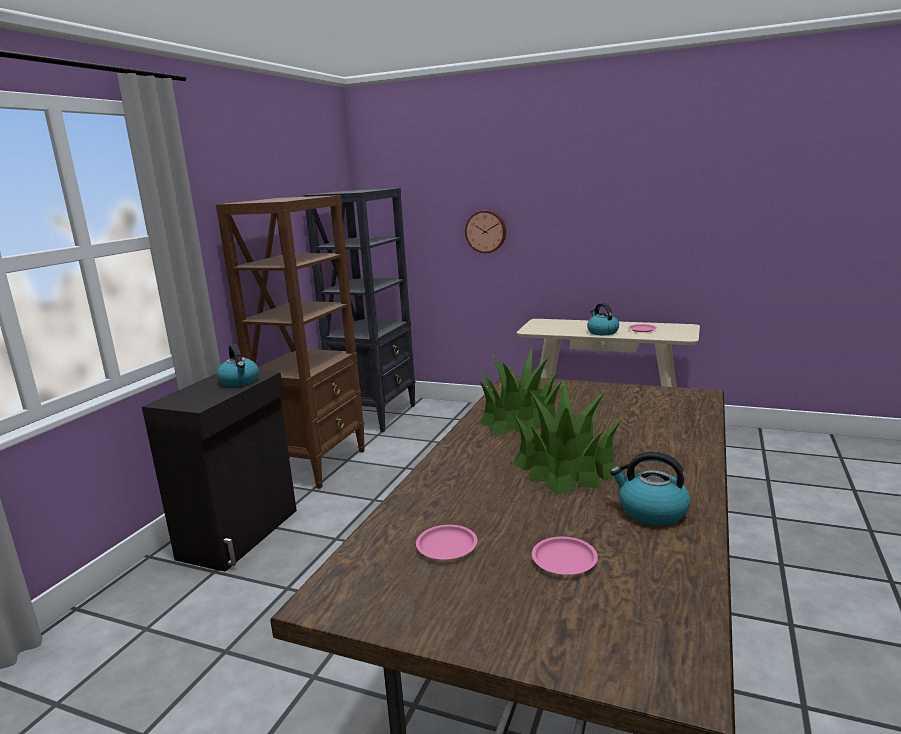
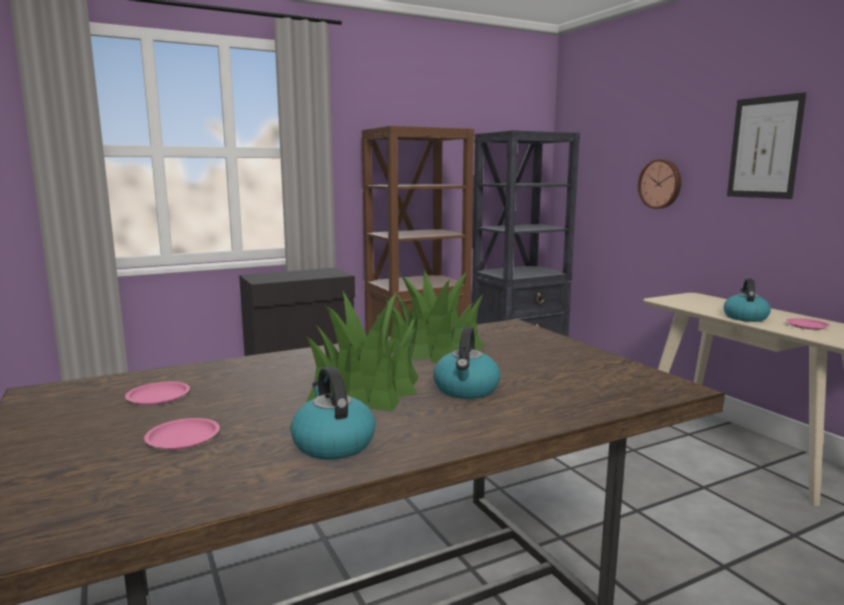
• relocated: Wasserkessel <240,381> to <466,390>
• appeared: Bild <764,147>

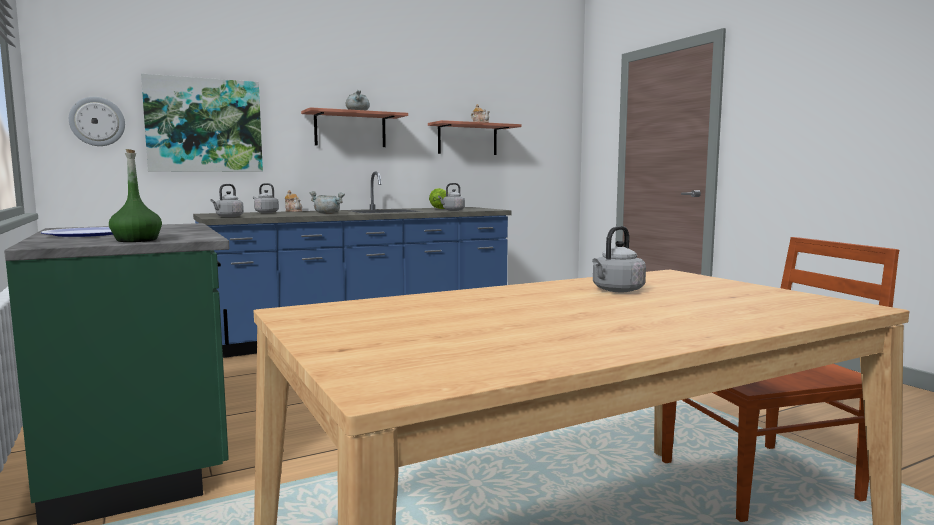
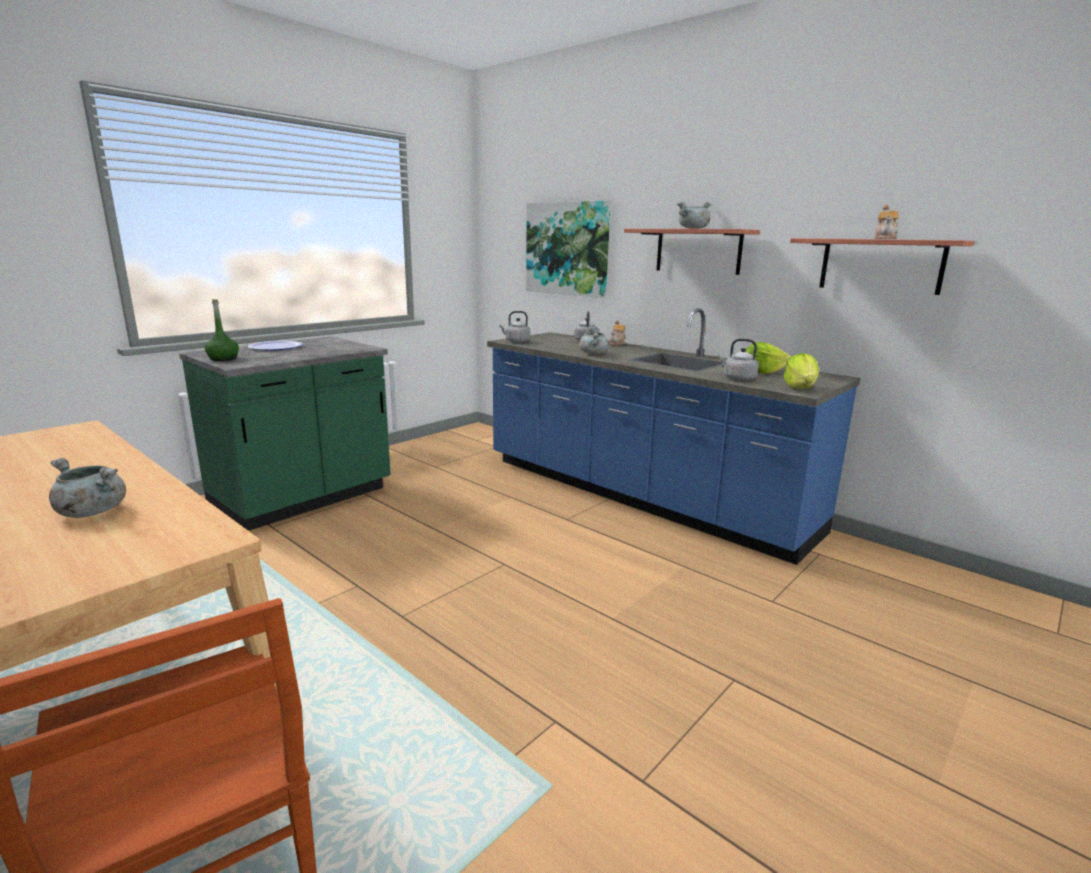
• missing: Wanduhr <97,121>
• exchanged: Wasserkessel [grau] <616,290> to Kochtopf [grau] <90,512>
• appeared: Salatkopf <800,388>

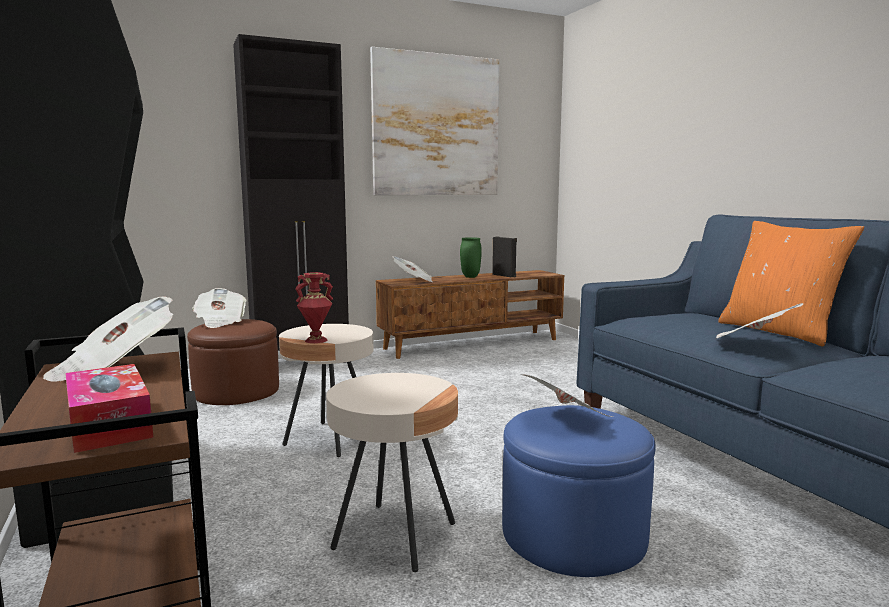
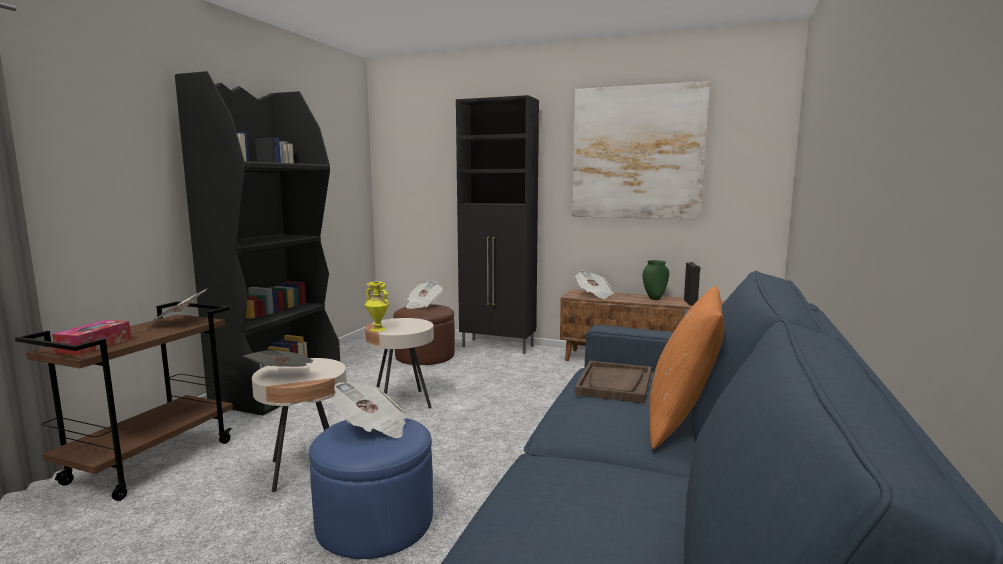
• colour: Vase [rot] <316,340> to Vase [gelb] <377,329>
• relocated: Zeitung <752,343> to <283,376>
• appeared: Tablett [braun] <614,384>

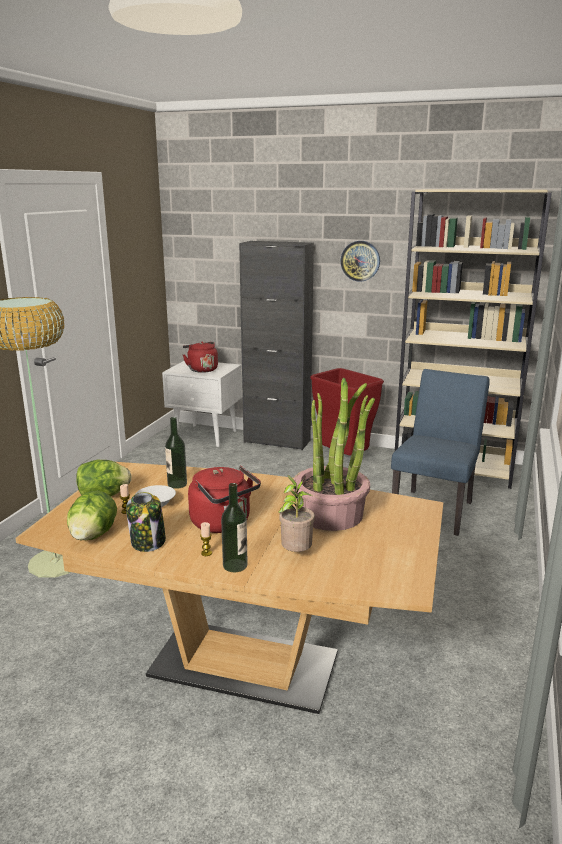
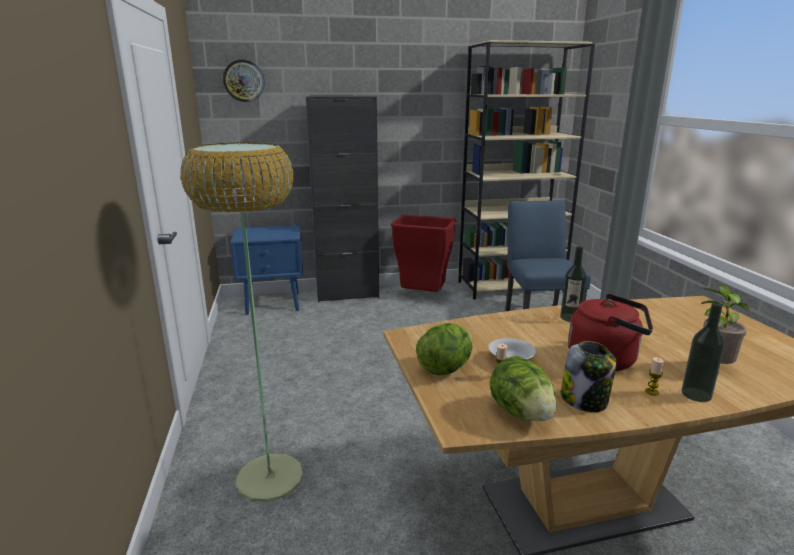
• colour: Nachttisch [weiß] <206,436> to Nachttisch [blau] <274,303>
• relocated: Flasche <177,484> to <570,318>
• missing: Wasserkessel [rot] <201,369>
• missing: Topfpflanze <331,515>
• relocated: Wanduhr <360,261> to <244,81>

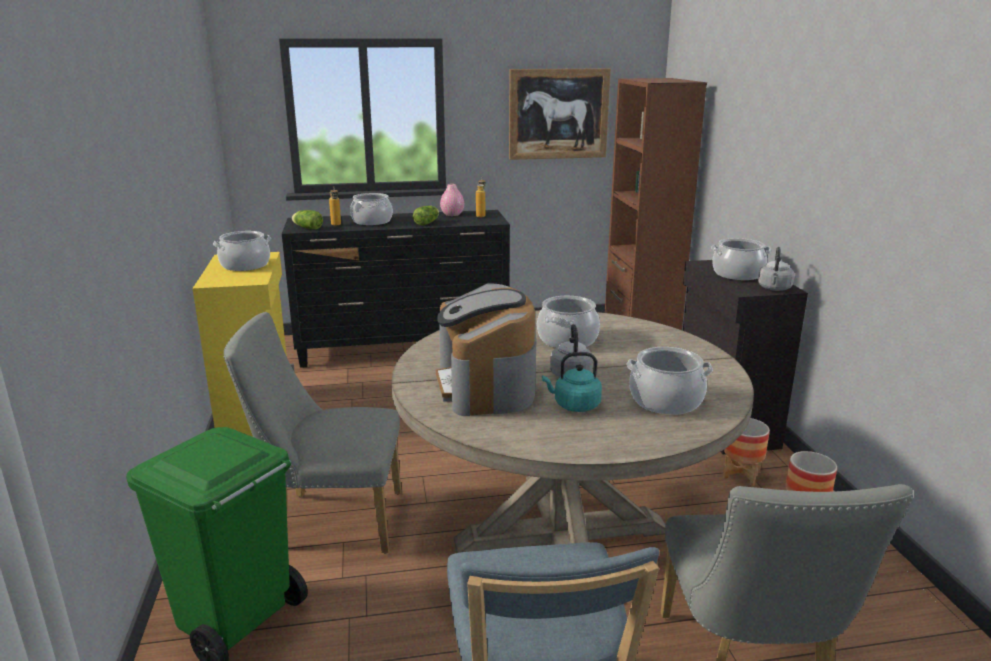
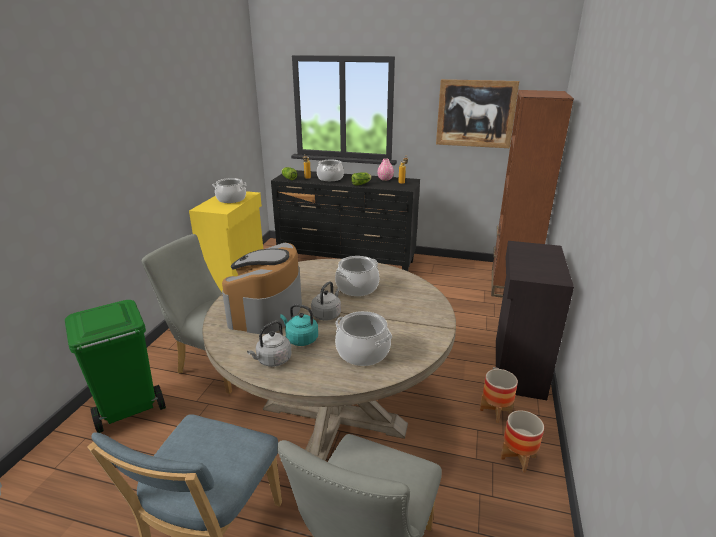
• missing: Kochtopf <737,274>
• relocated: Wasserkessel [grau] <774,289> to <272,360>

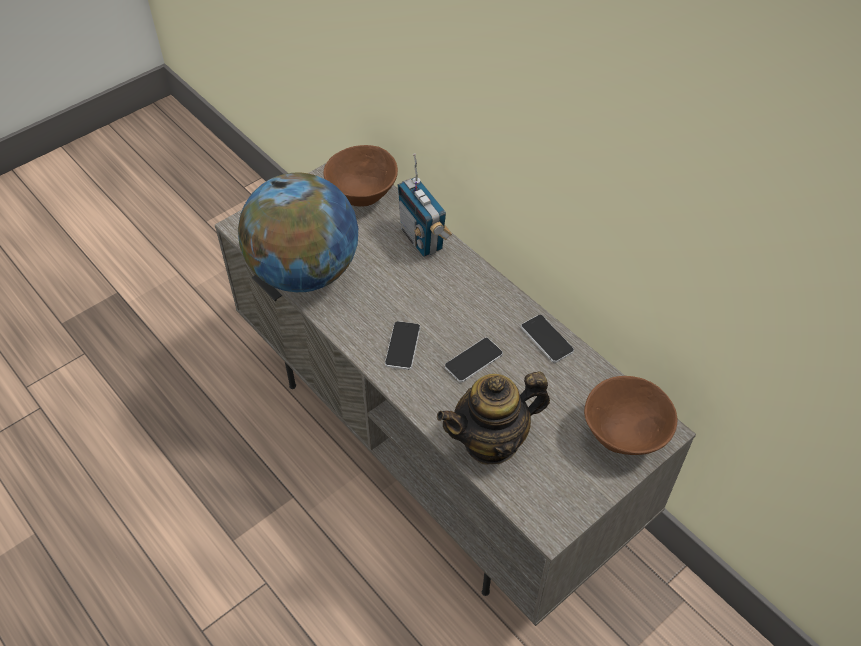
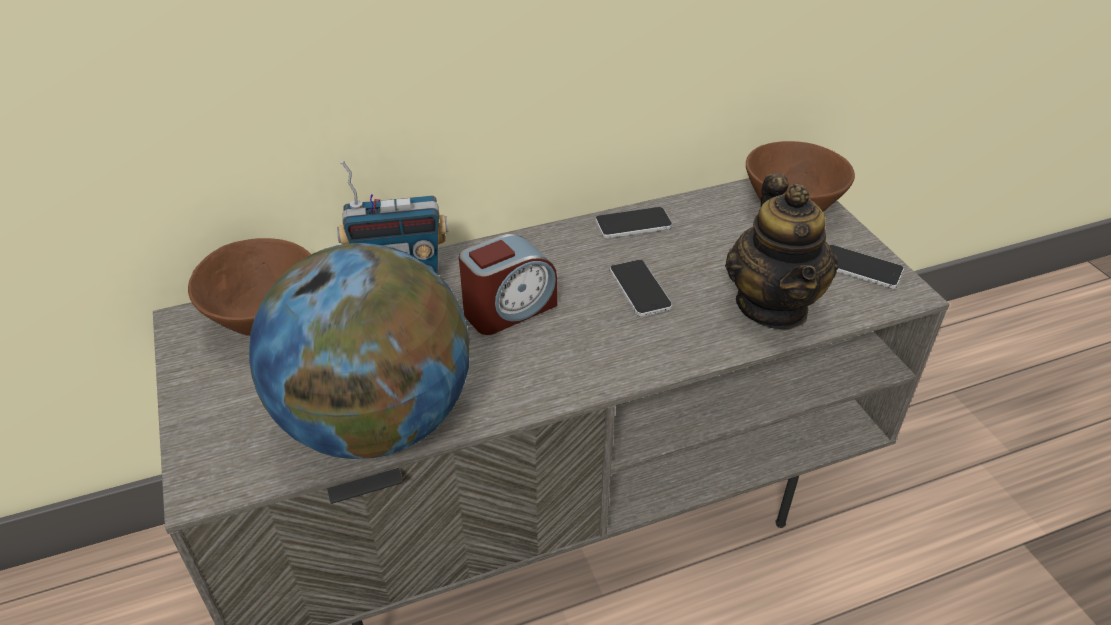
• relocated: Handy <402,346> to <860,268>
• appeared: Wecker <509,309>

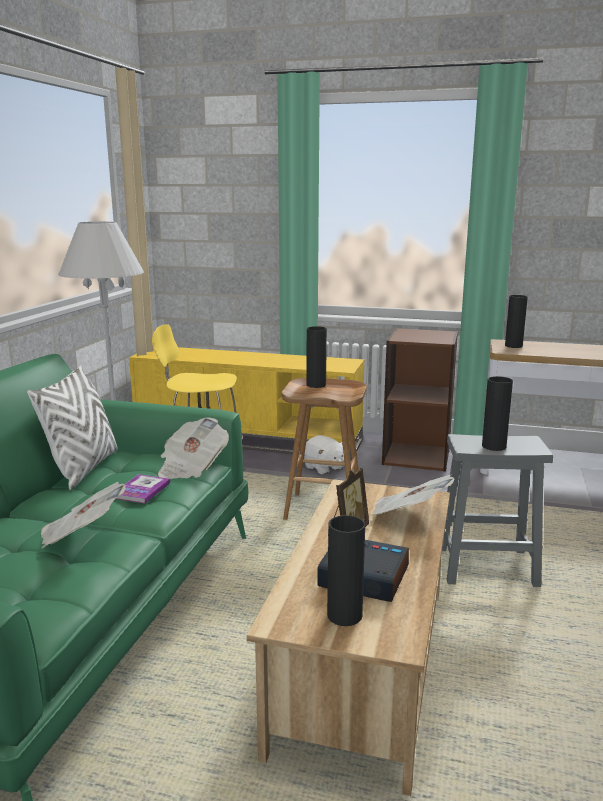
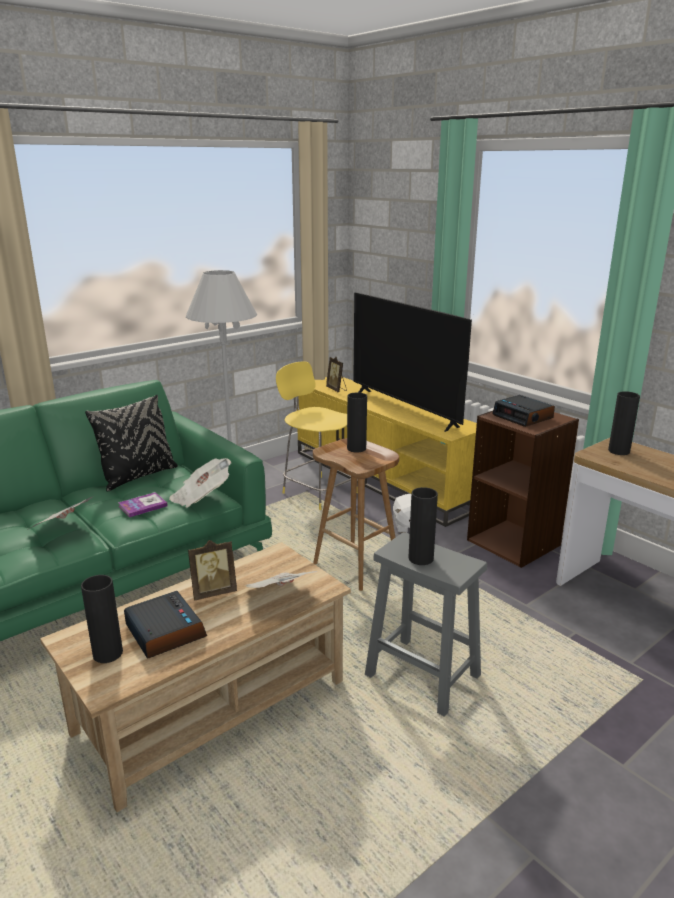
• colour: Kissen [weiß] <83,469> to Kissen [schwarz] <138,476>
• appeared: Bilderrahmen <337,389>
• appeared: Fernseher <404,409>
• appeared: Wecker <523,417>

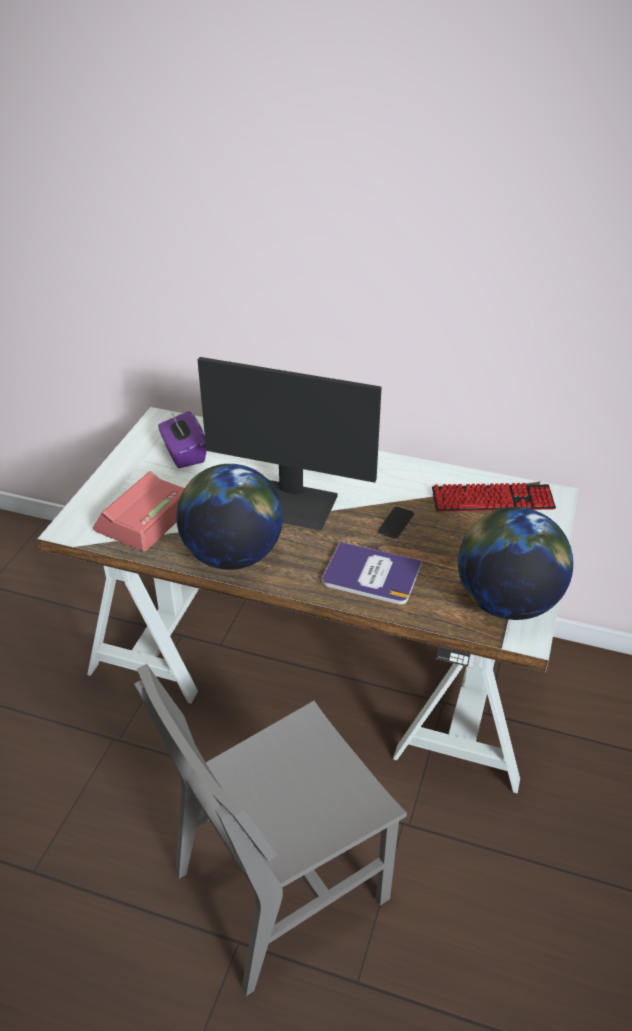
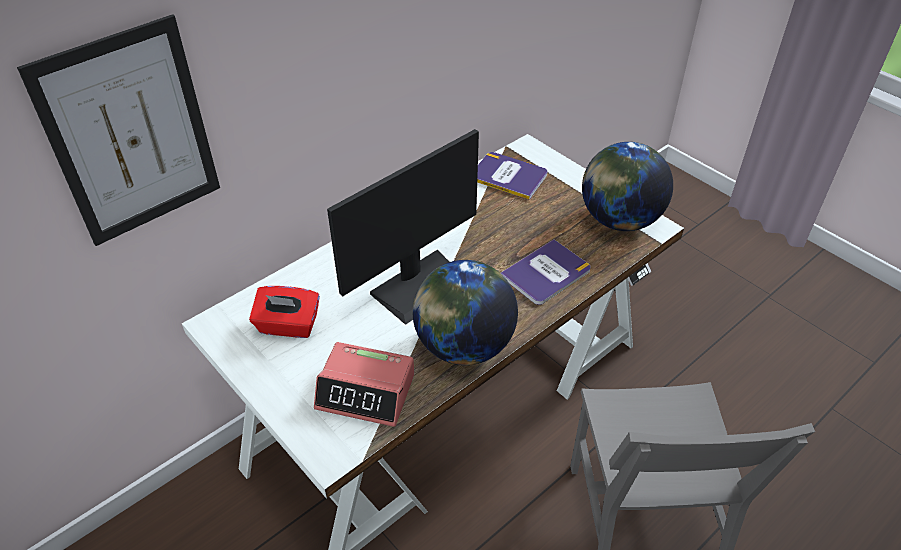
• spun: Wecker <143,520> = <366,391> 45 degrees counterclockwise
• colour: Taschentuchbox [lila] <184,454> to Taschentuchbox [rot] <288,326>
• missing: Handy <395,523>
• exchanged: Tastatur <492,500> to Buch <508,176>
• appeared: Bild <131,134>

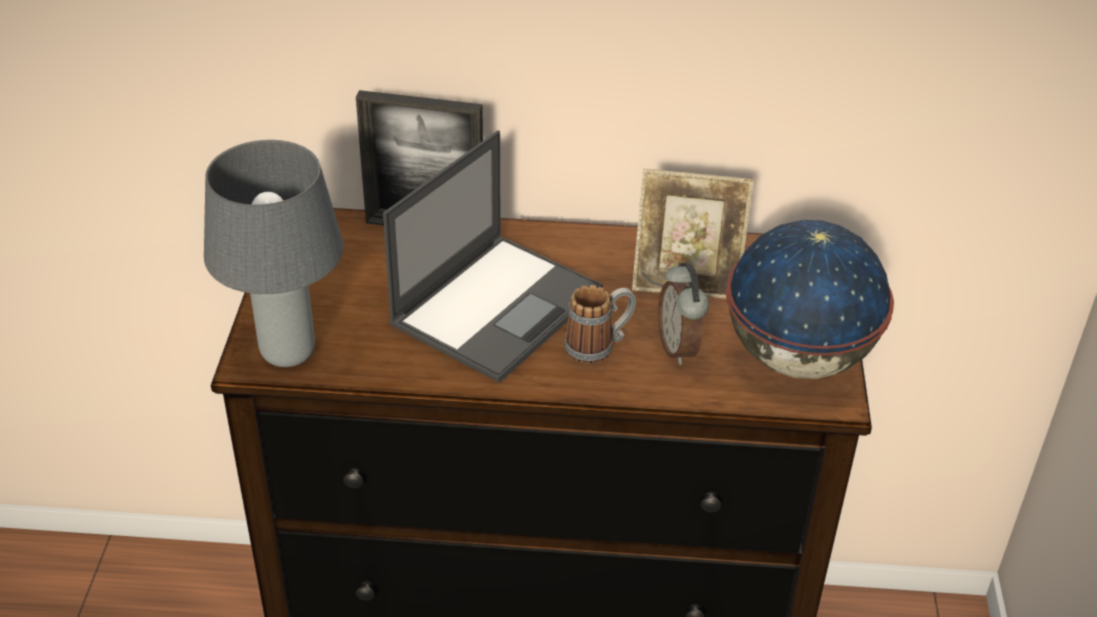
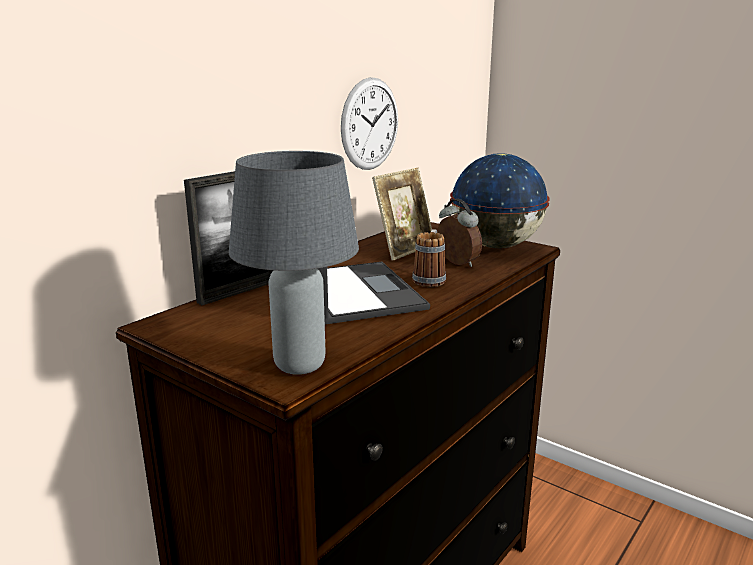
• spun: Wecker <679,347> = <456,263> 150 degrees counterclockwise
• appeared: Wanduhr <370,124>

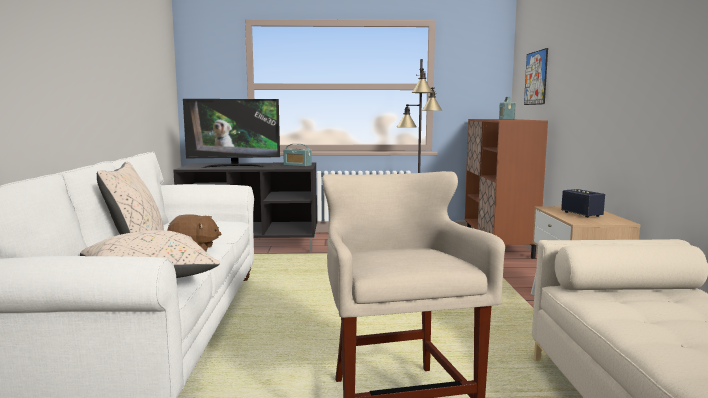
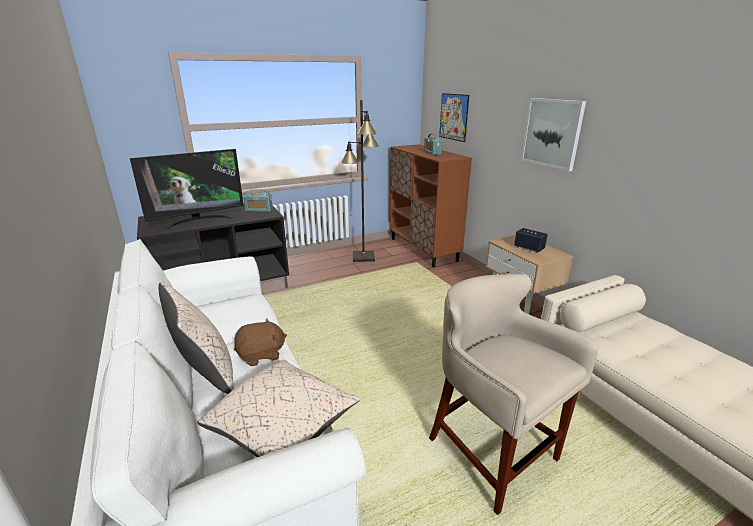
• appeared: Bild <552,133>

